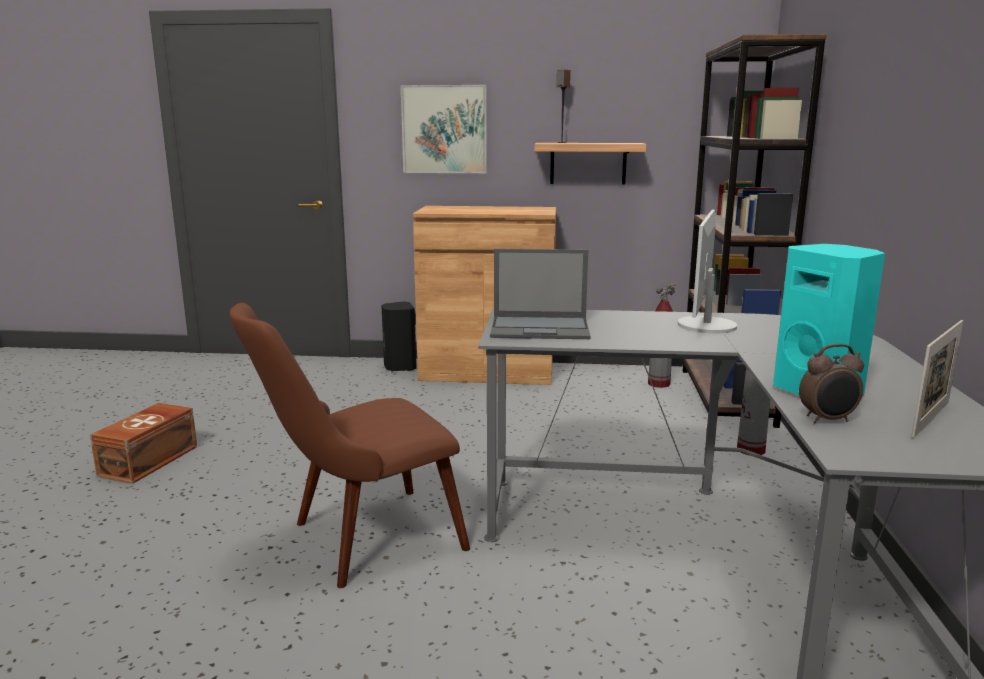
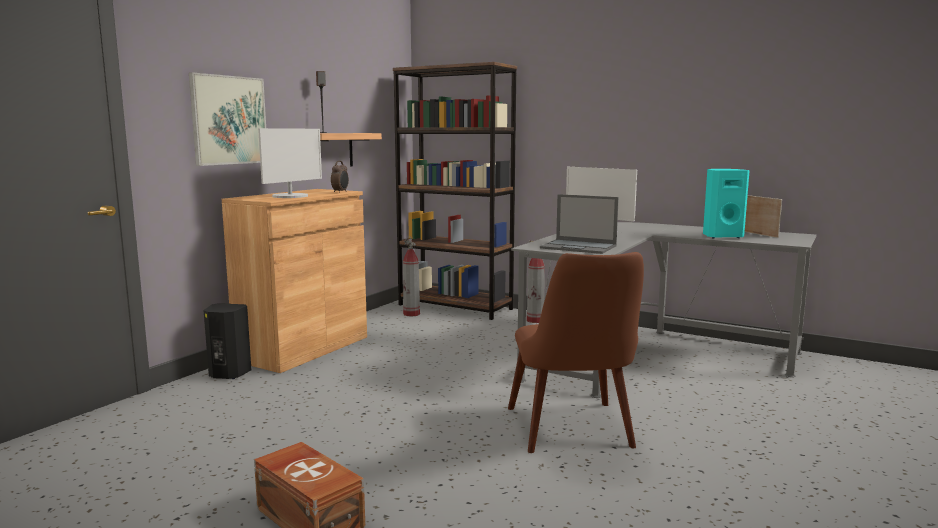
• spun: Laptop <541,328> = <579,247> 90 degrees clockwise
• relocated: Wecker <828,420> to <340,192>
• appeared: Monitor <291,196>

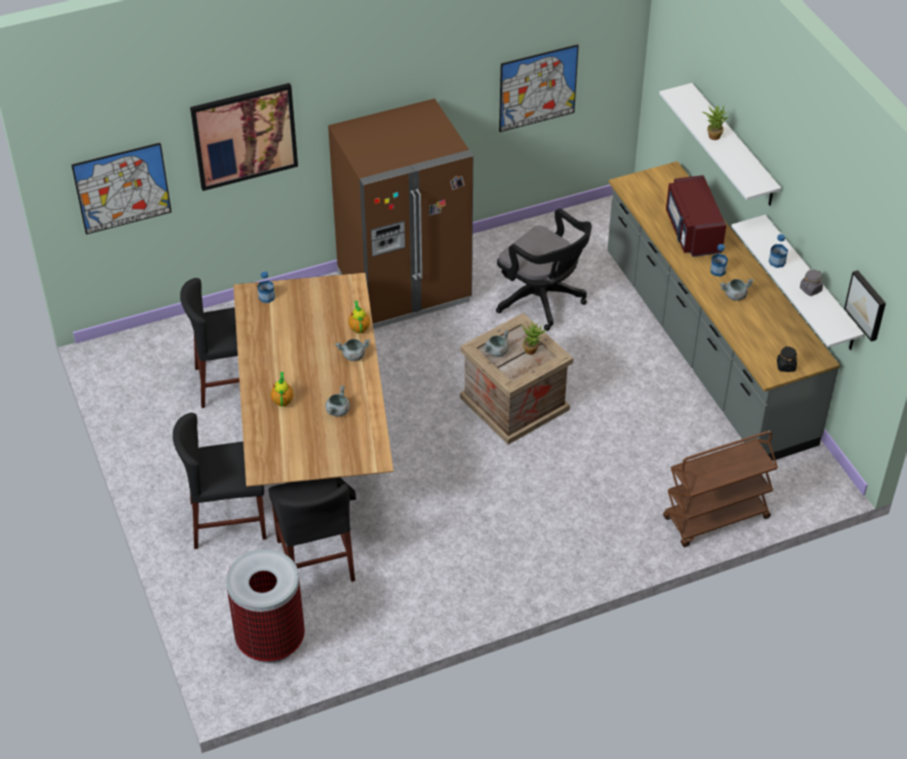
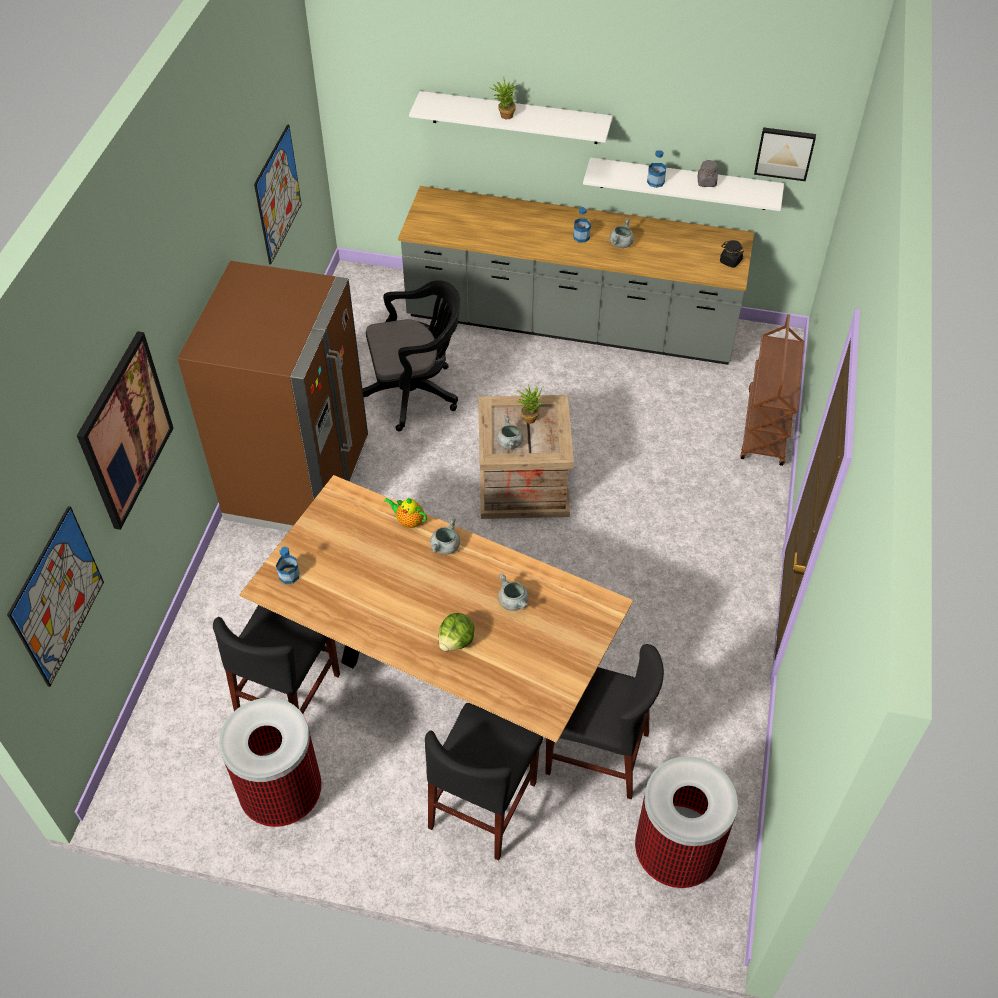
• exchanged: Teekanne <283,400> to Salatkopf <456,641>
• missing: Mikrowelle [rot] <692,232>
• appeared: Mülleimer <281,794>

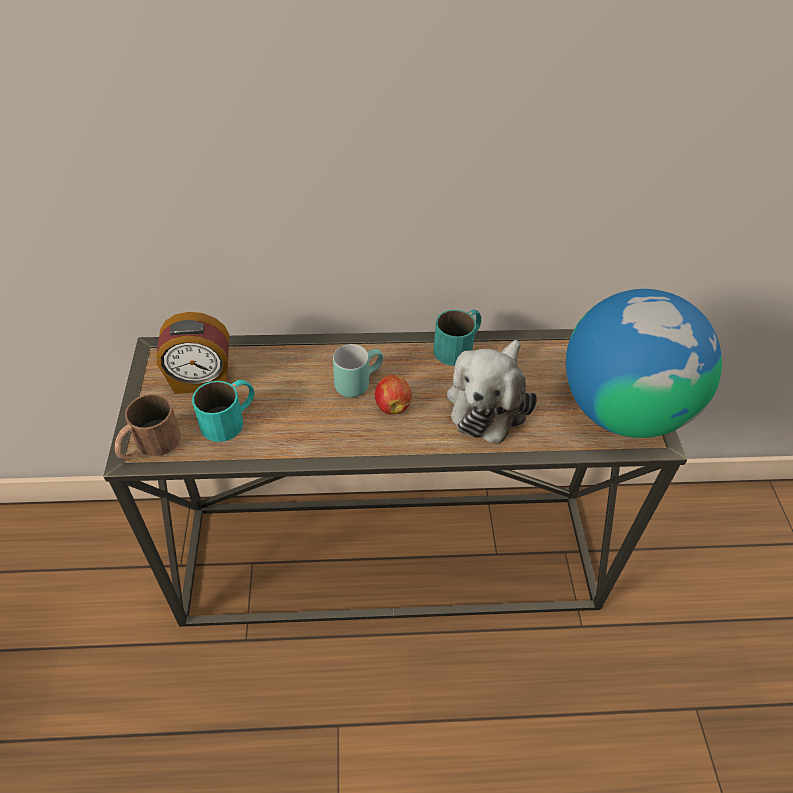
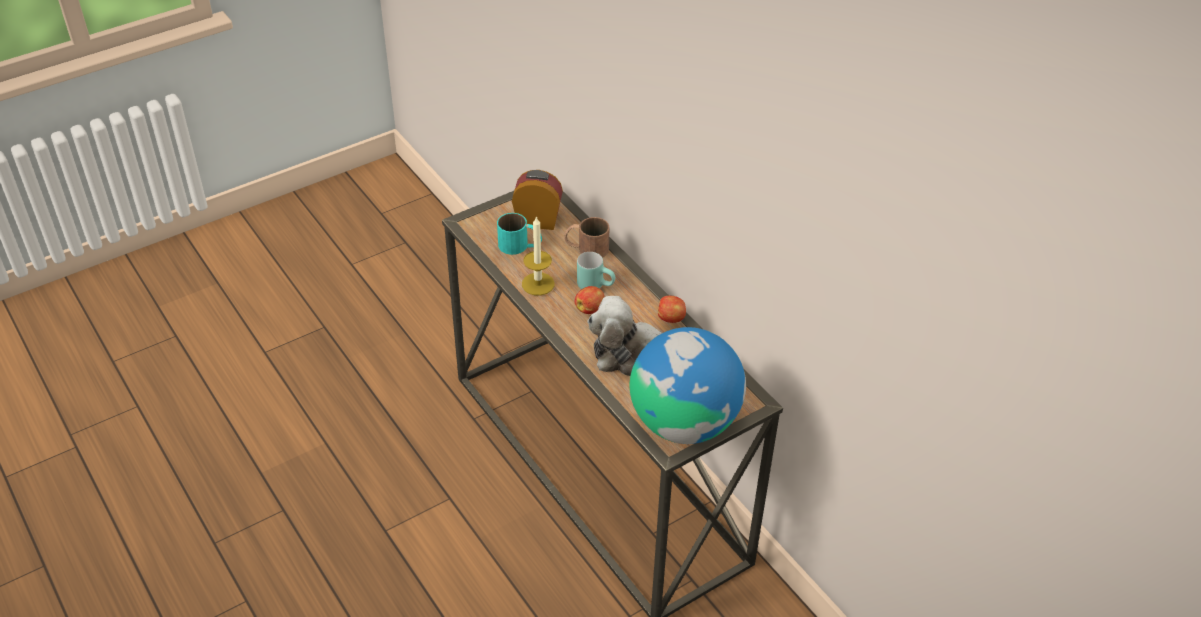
• relocated: Henkelbecher [braun] <149,445> to <586,248>
• spun: Wecker <201,380> = <538,219> 135 degrees clockwise
• exchanged: Henkelbecher [türkis] <459,346> to Apfel <671,318>
• appeared: Kerze <538,284>

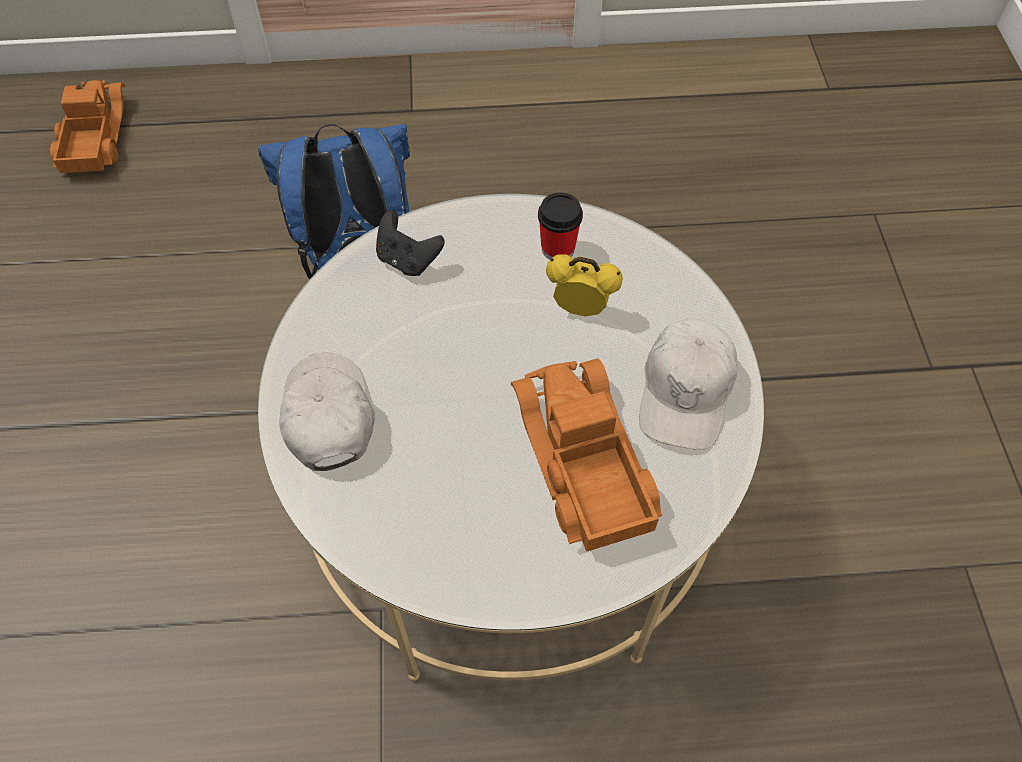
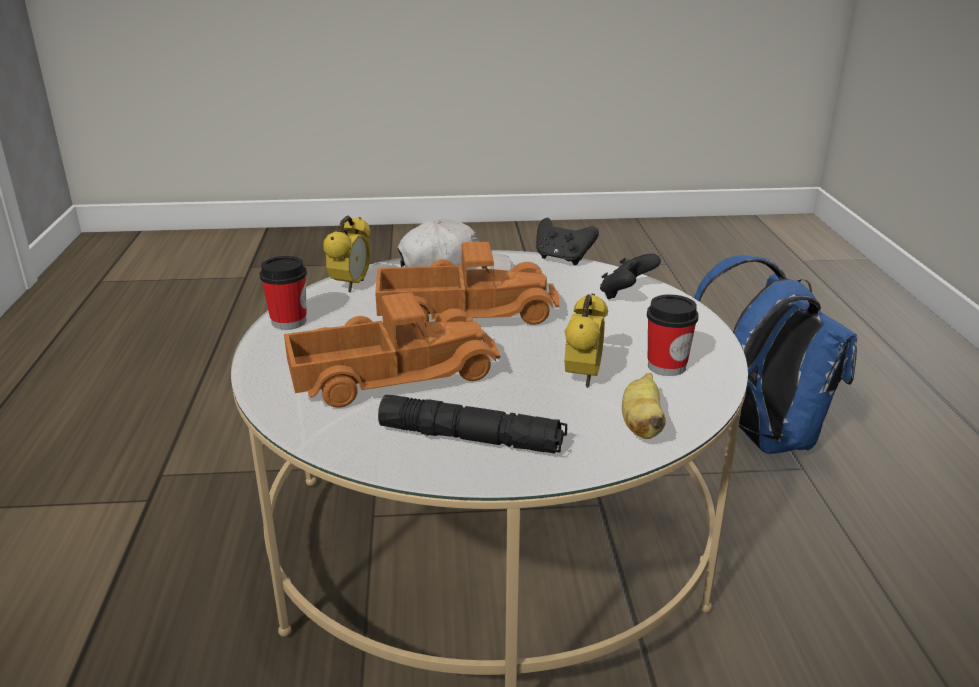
• relocated: Spielzeuglaster <93,137> to <465,312>
• exchanged: Kappe [weiß] <686,392> to Taschenlampe [schwarz] <471,438>
• appeared: Tasse <289,321>
• appeared: Wecker <351,285>
• appeared: Gamepad [schwarz] <563,259>
• appeared: Banane <641,425>

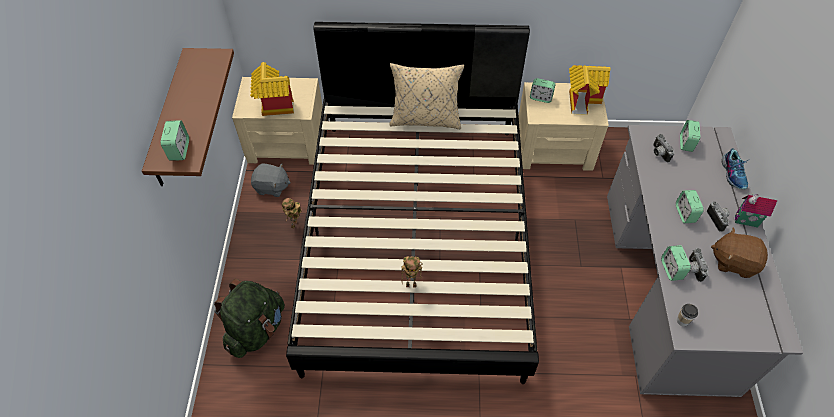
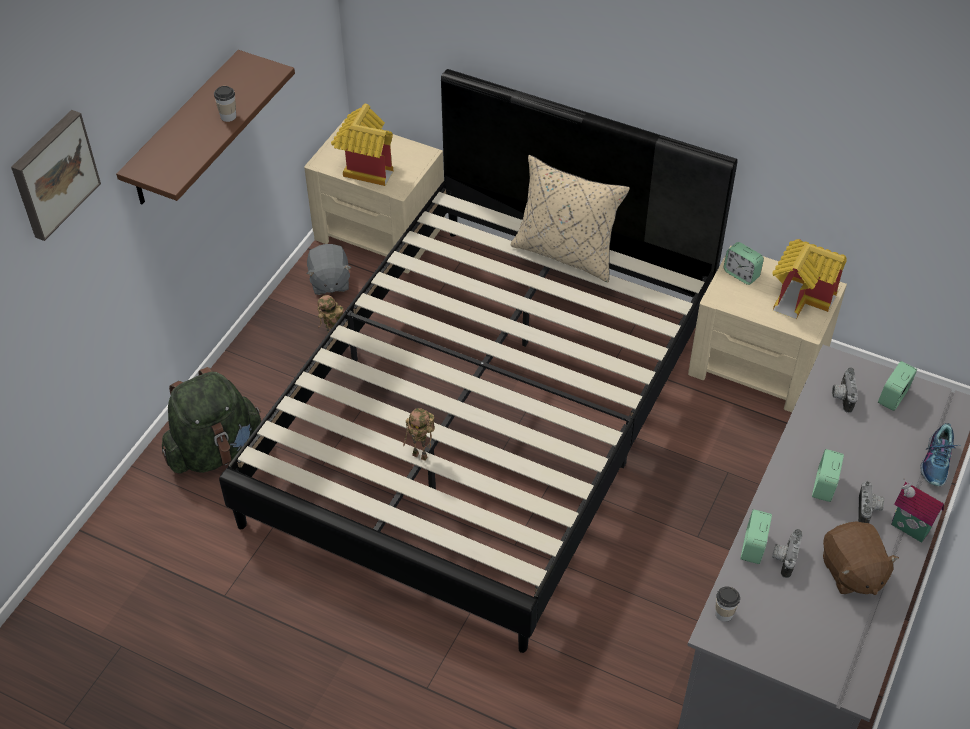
• missing: Wecker <179,150>
• spun: Plüschtier [grau] <272,187> = <329,282> 45 degrees clockwise
• spun: Plüschtier [braun] <733,262> = <851,572> 150 degrees counterclockwise
• appeared: Bild <53,174>
• appeared: Tasse <228,116>

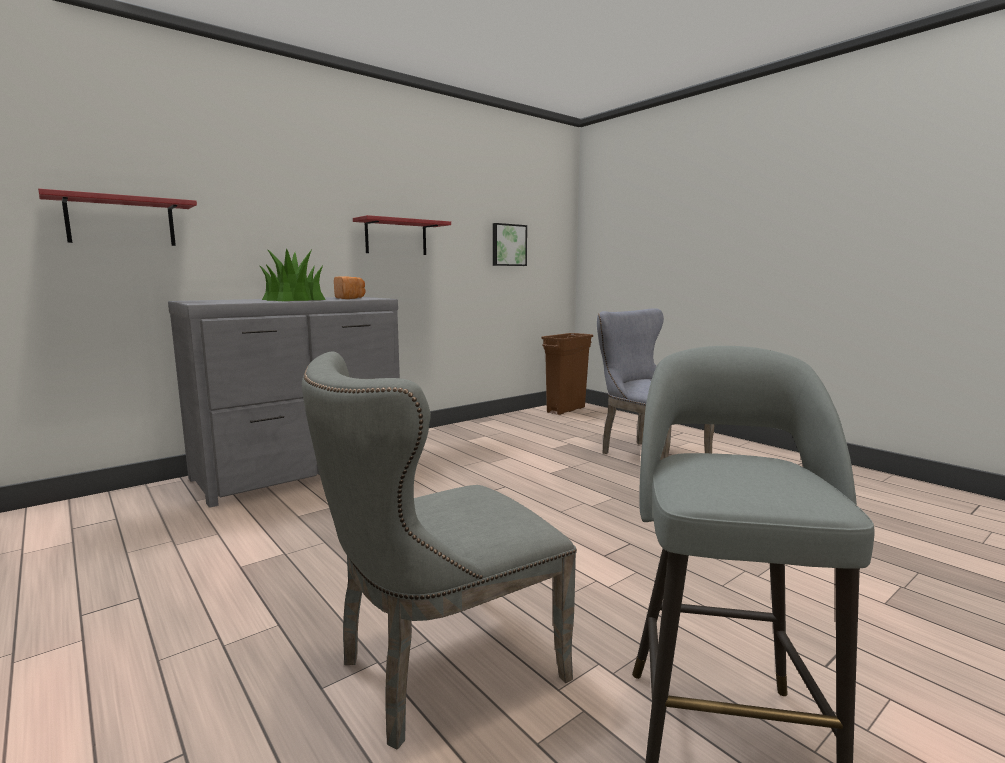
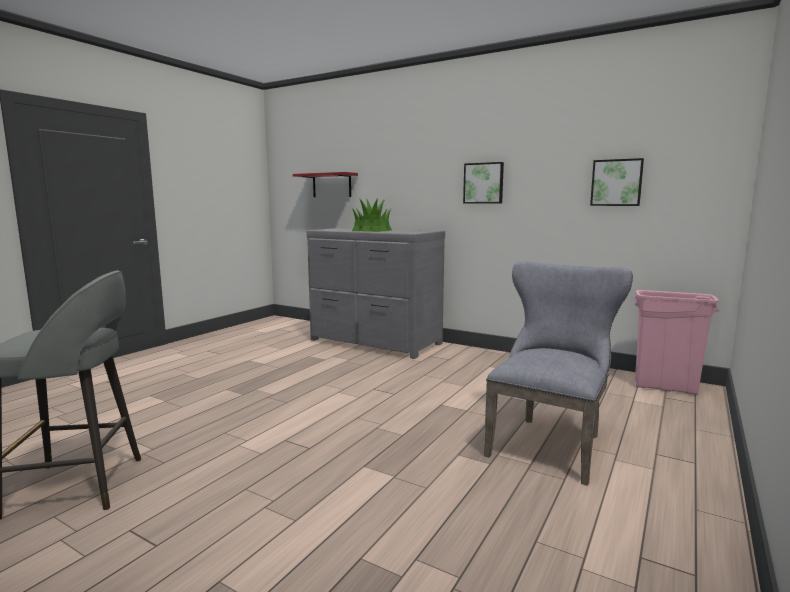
• missing: Stuhl [grau] <437,670>
• missing: Brot <350,298>
• exchanged: Wandregal [rot] <396,237> to Bild <483,183>
• colour: Mülleimer [braun] <565,410> to Mülleimer [rosa] <664,388>

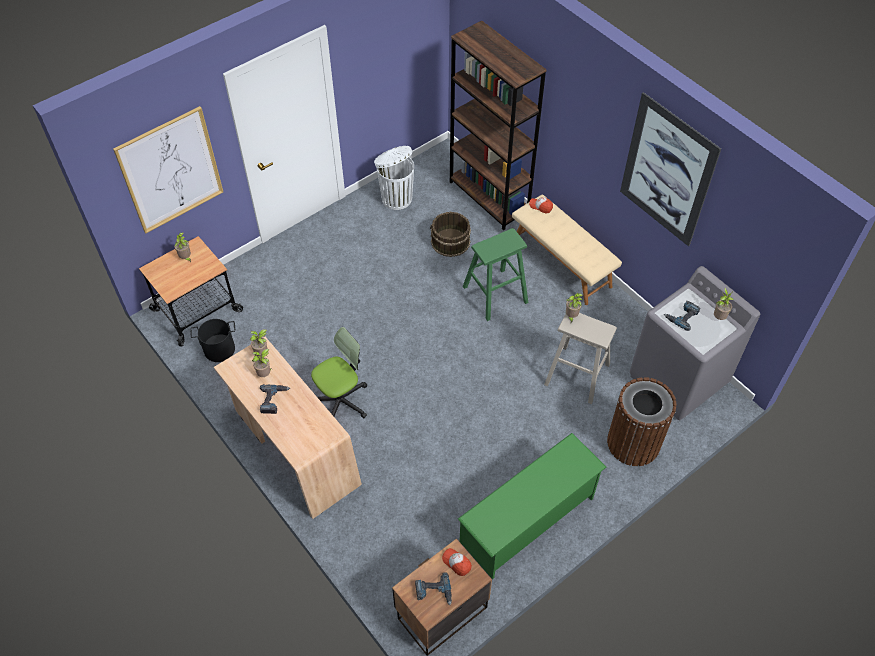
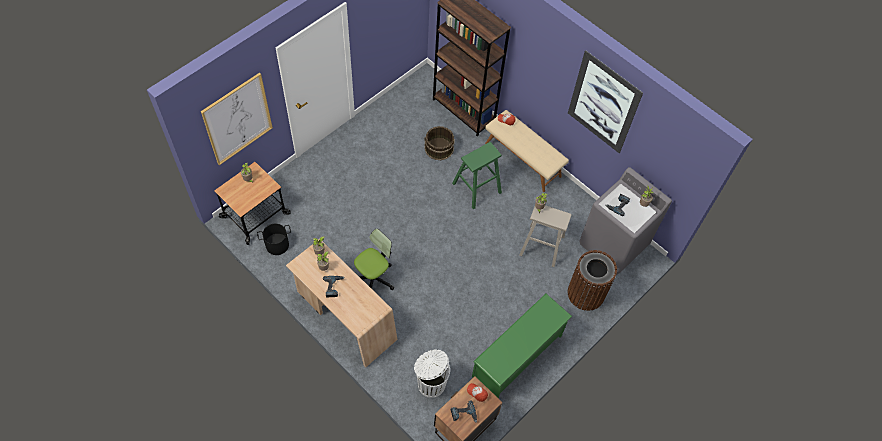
• relocated: Mülleimer [weiß] <396,198> to <430,383>

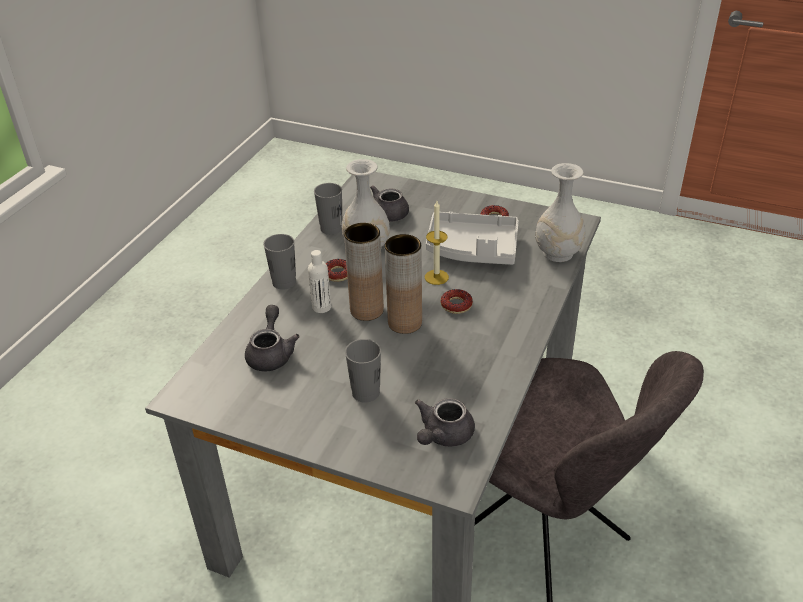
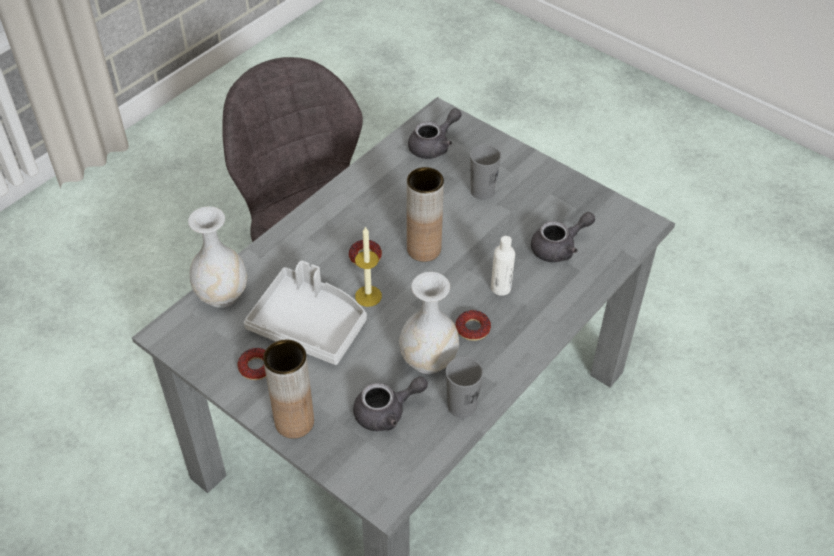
• spun: Teekanne [grau] <271,353> = <559,248> 135 degrees counterclockwise
• missing: Tasse [grau] <284,282>
• relocated: Vase [braun] <366,310> to <294,422>

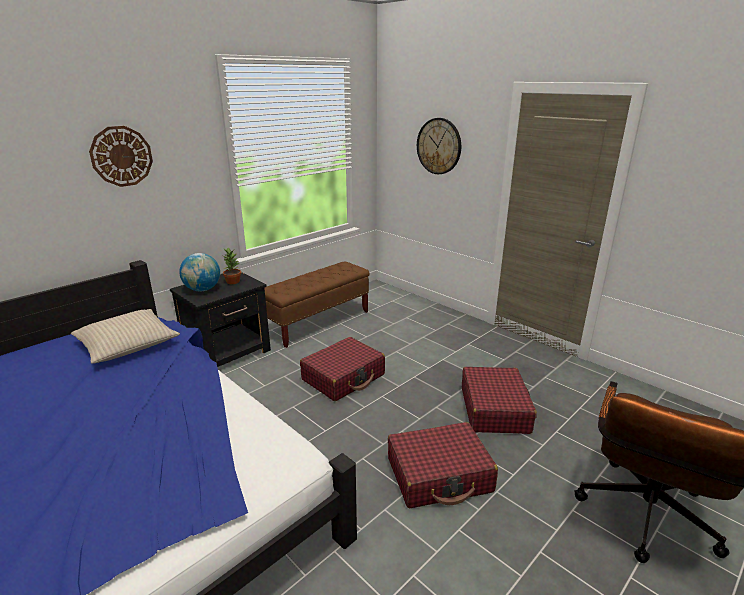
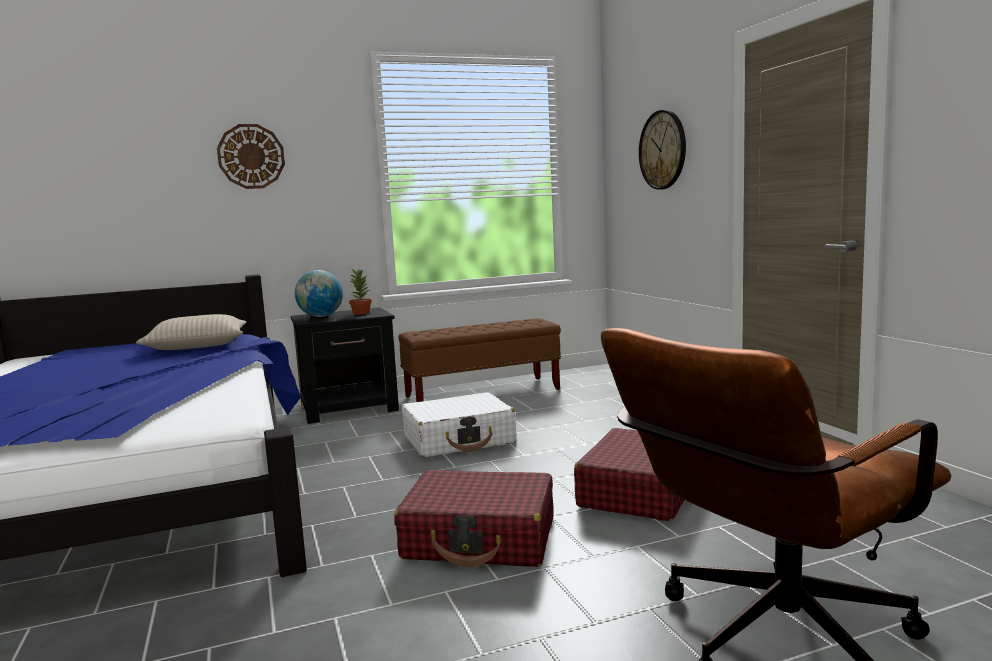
• colour: Koffer [rot] <343,377> to Koffer [weiß] <459,440>

